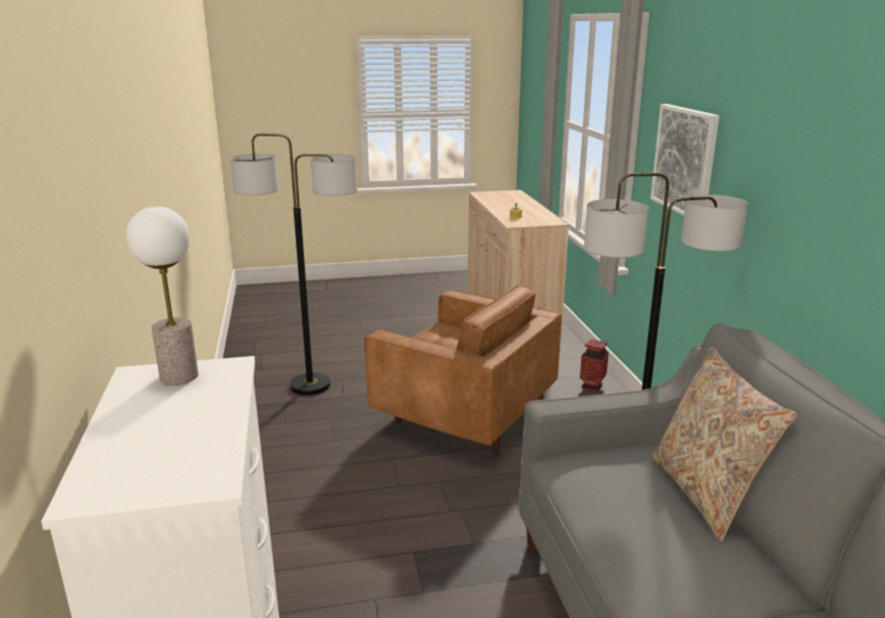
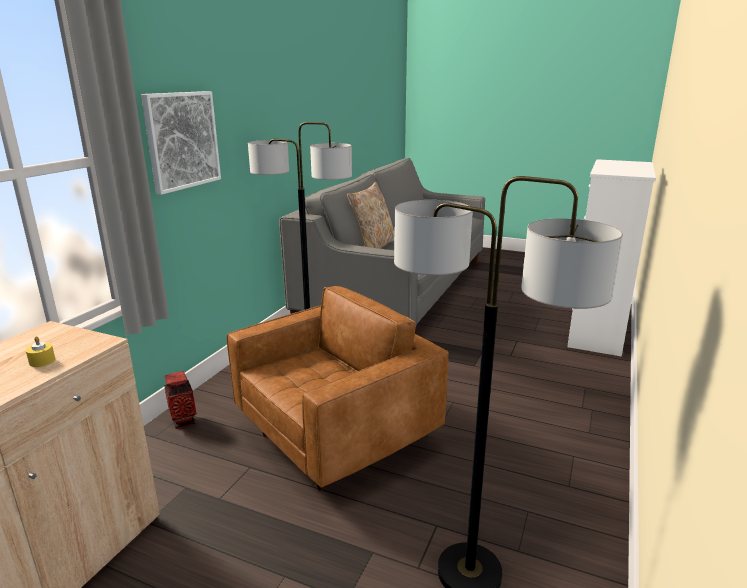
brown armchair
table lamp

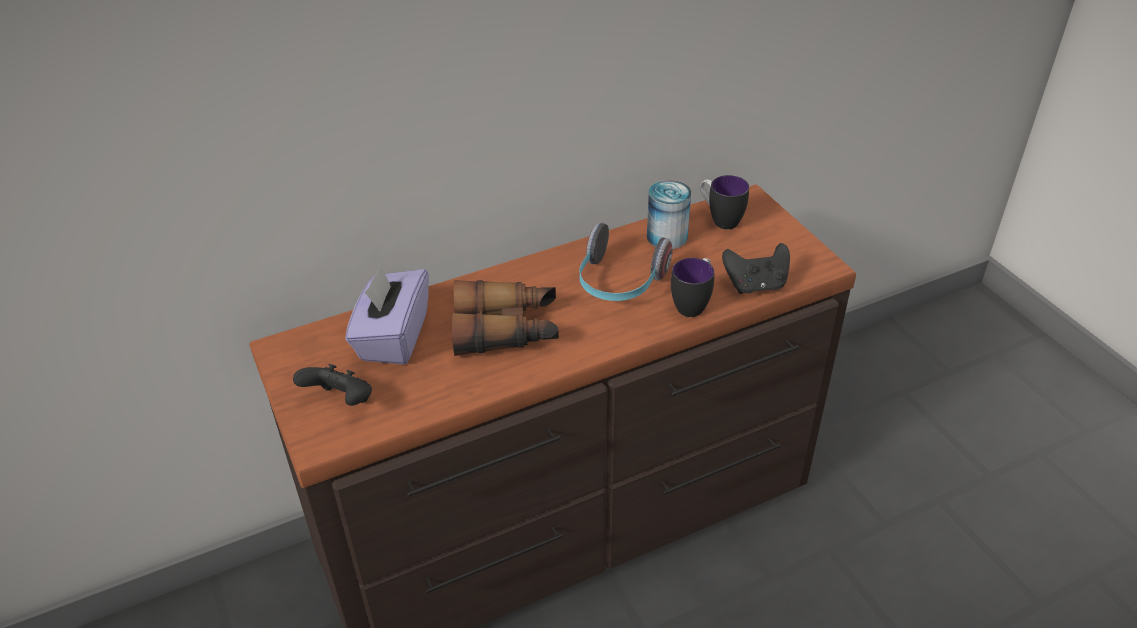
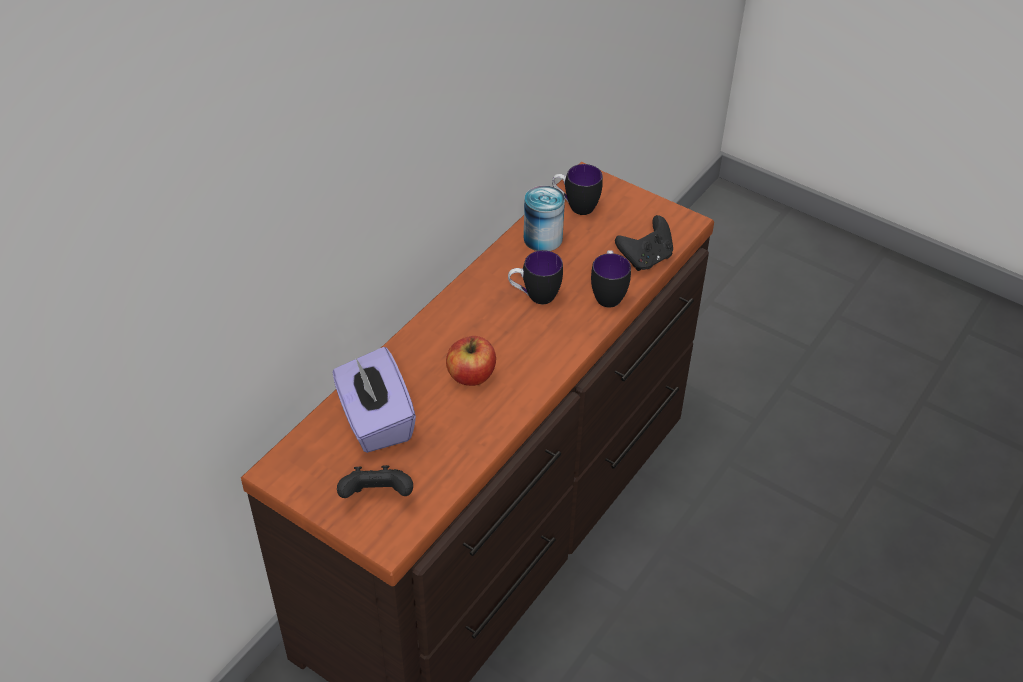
apple
mug (no. 1 from left)

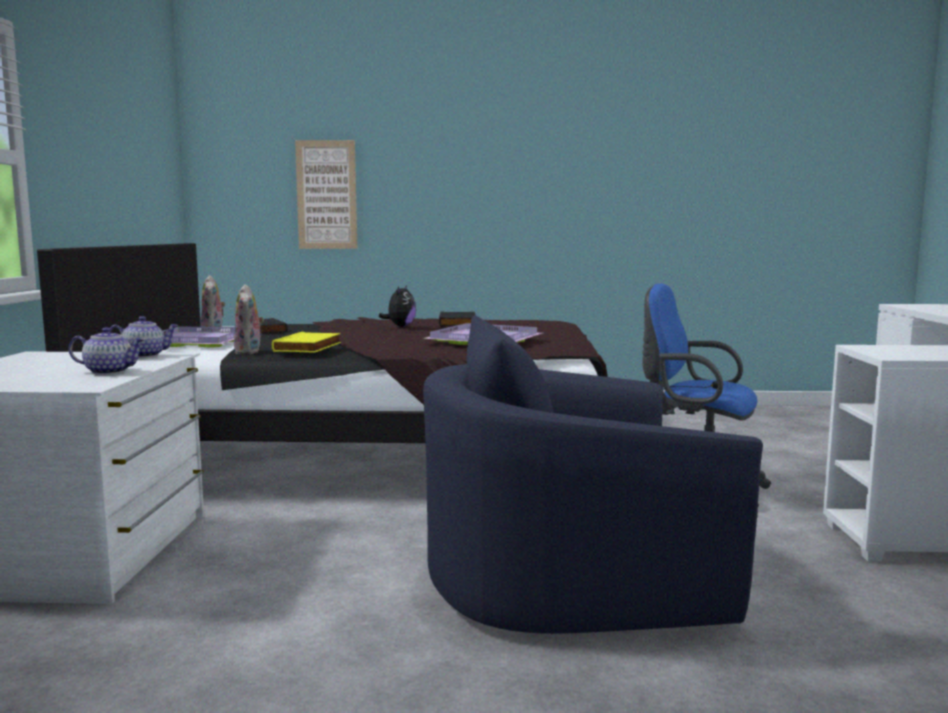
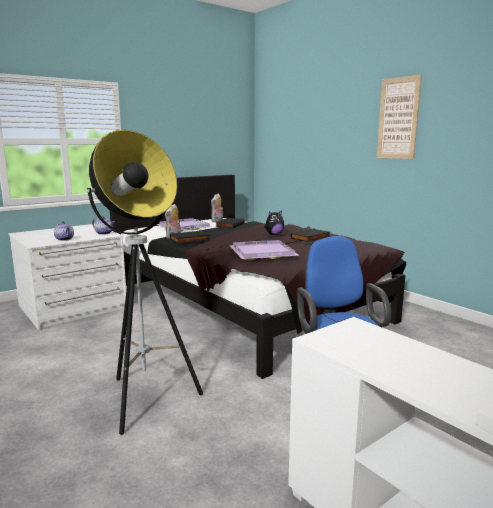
floor lamp
black book (no. 1 from left)
picture

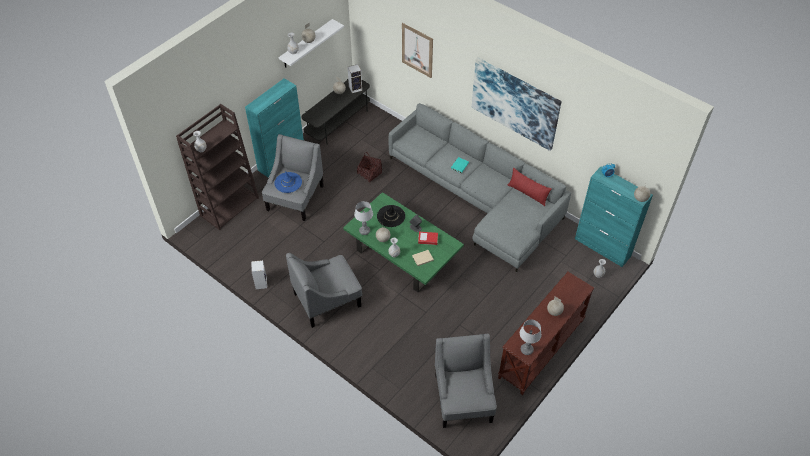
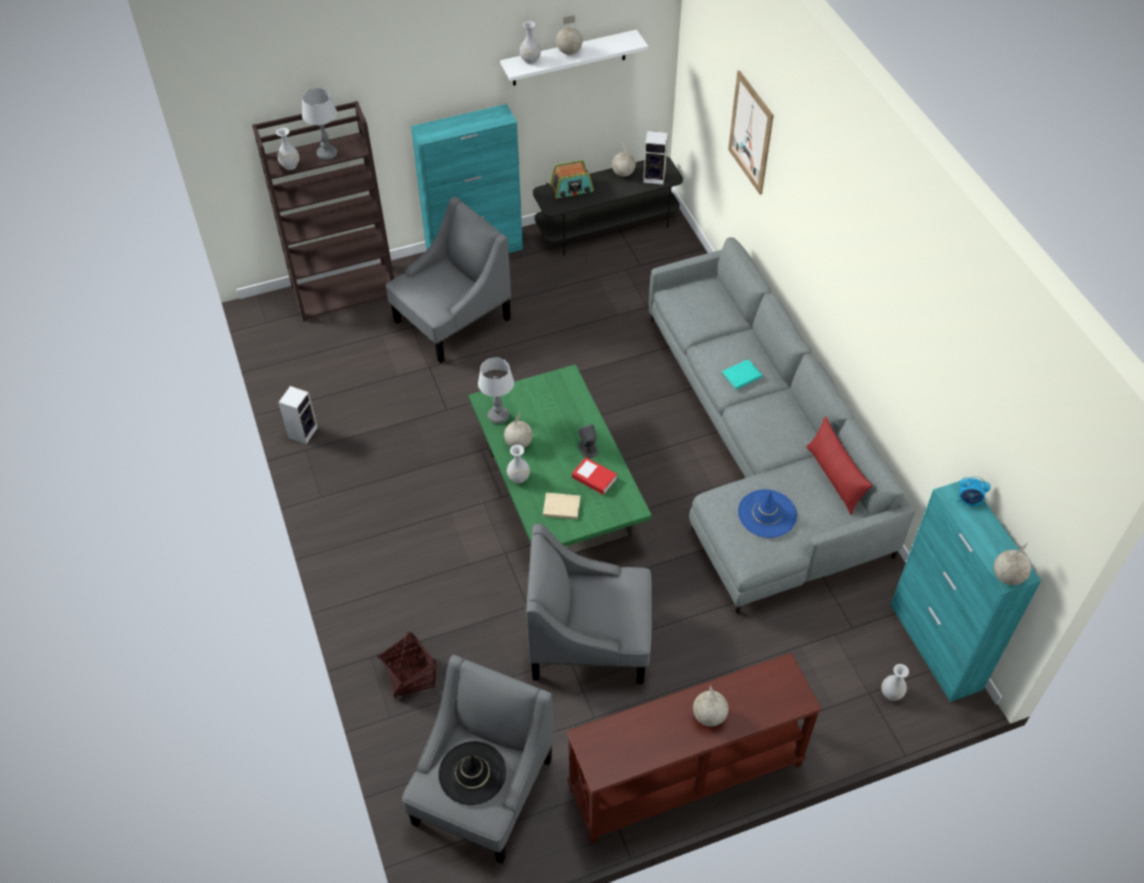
table lamp (no. 1 from left)
basket
black hat
grey armchair (no. 3 from left)
radio
blue hat
picture (no. 2 from left in the first image)

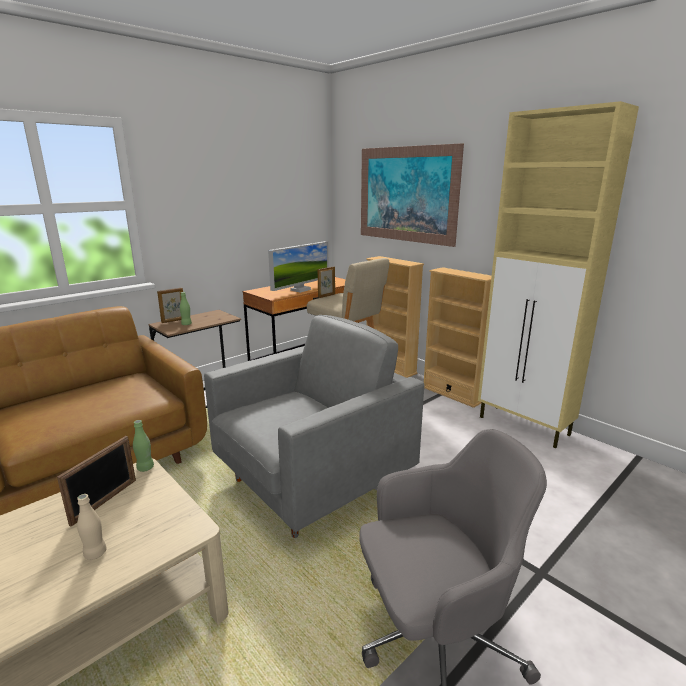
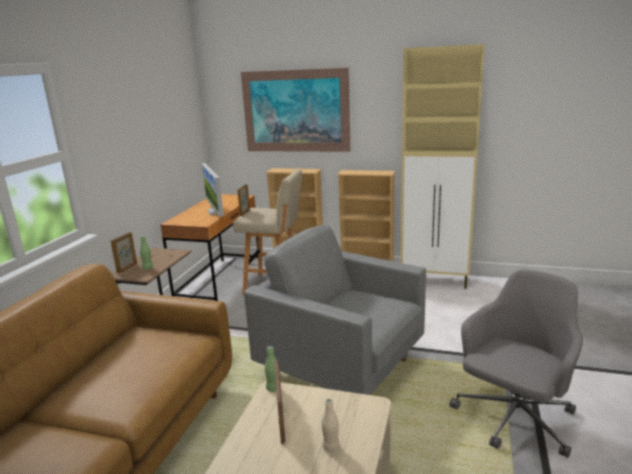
monitor
grey armchair

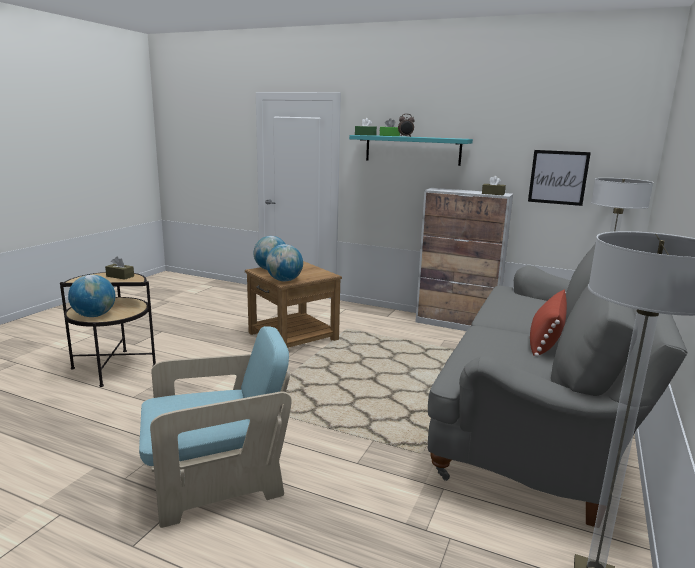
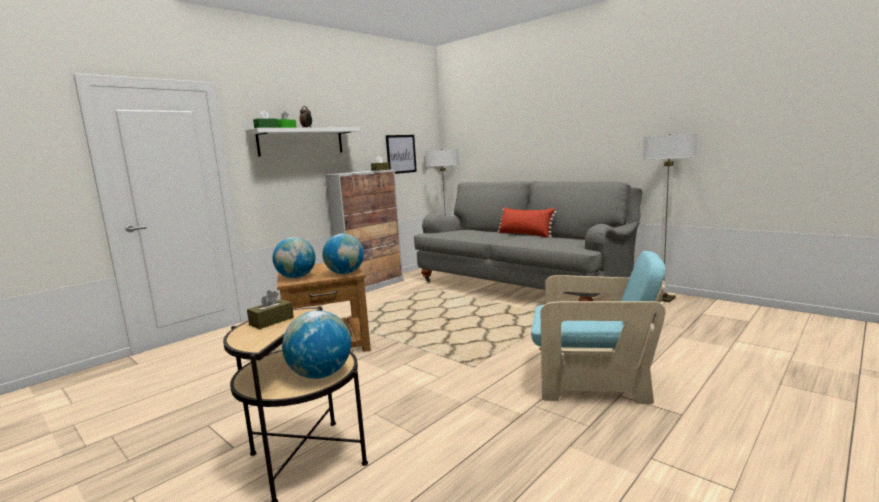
white shelf
turquoise armchair

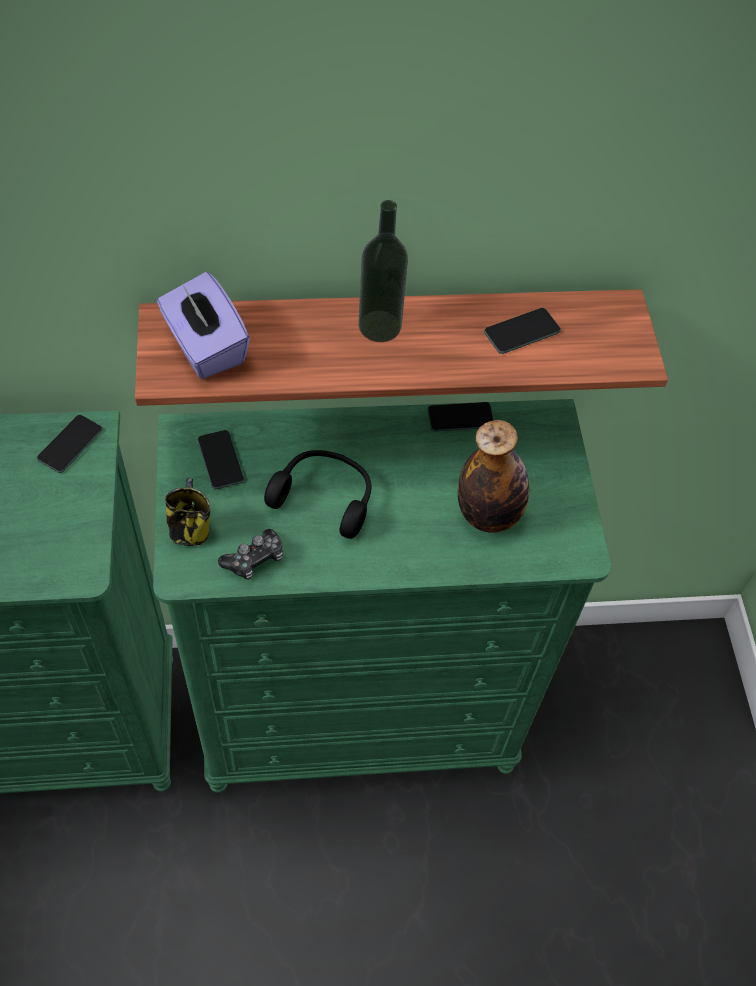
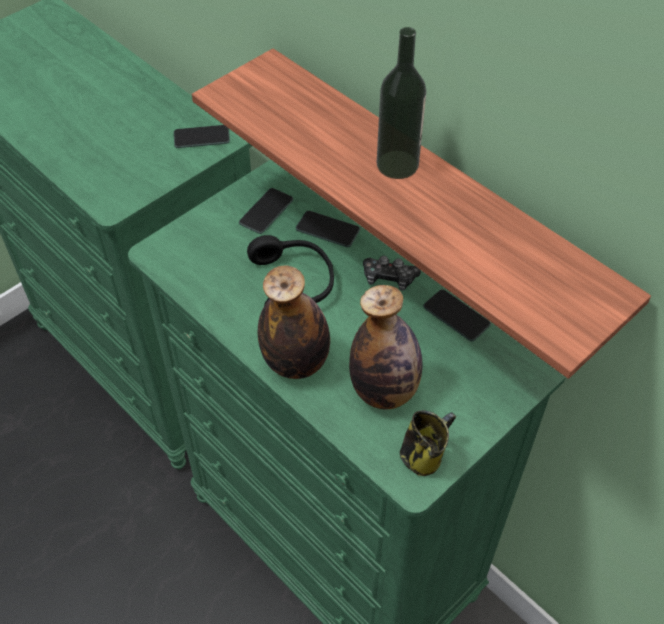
bottle (no. 1 from left)
phone (no. 3 from left)
game controller
mug
purple tissue box

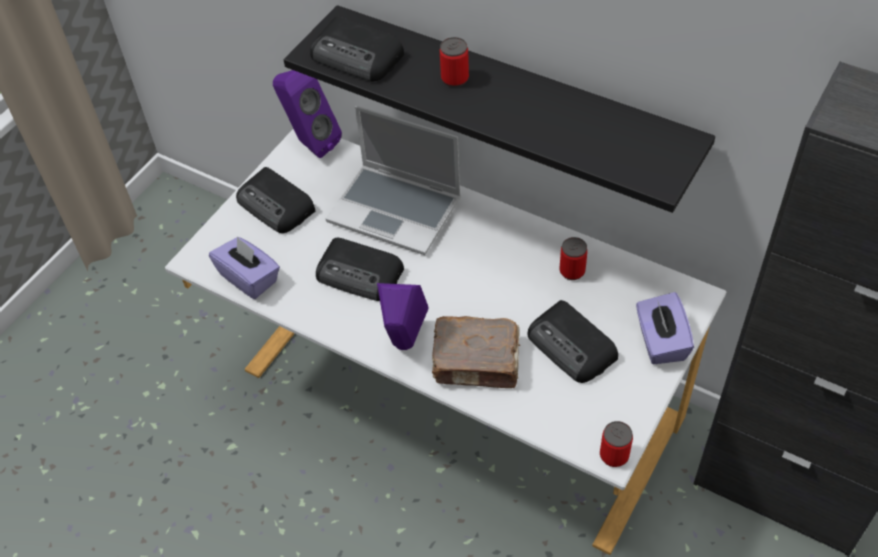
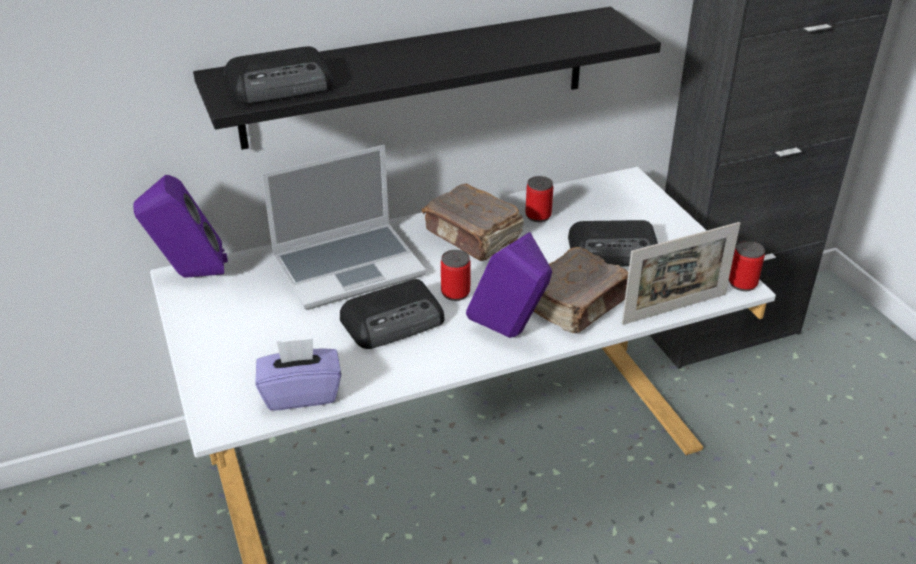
brown book (no. 1 from left)
can (no. 1 from left)
picture frame
radio (no. 1 from left in the first image)
purple tissue box (no. 2 from left in the first image)

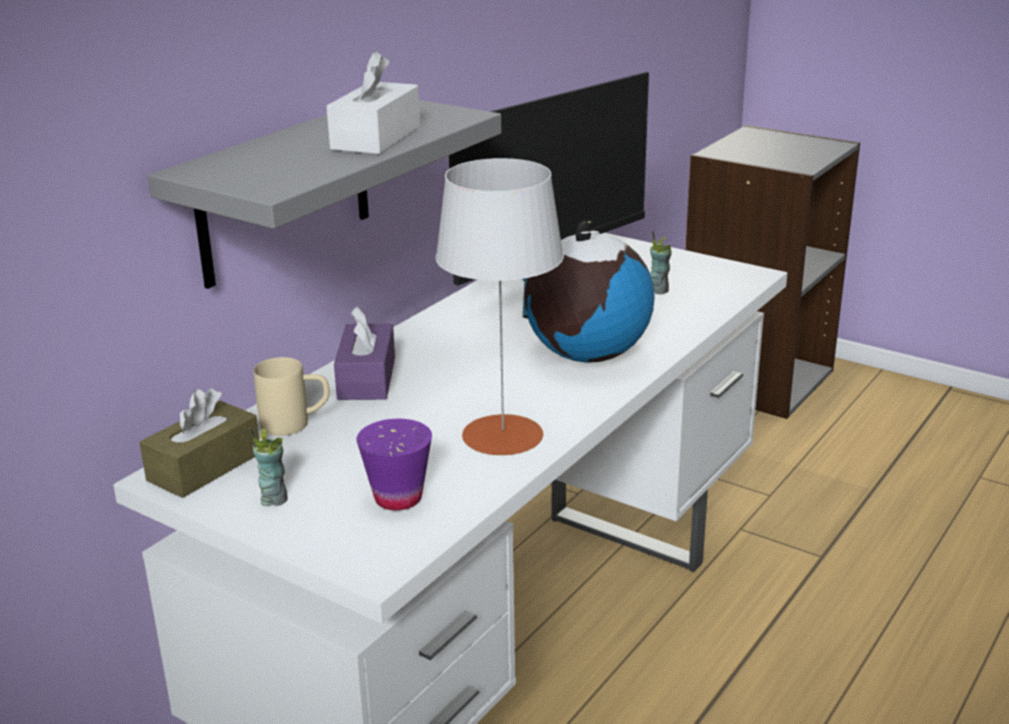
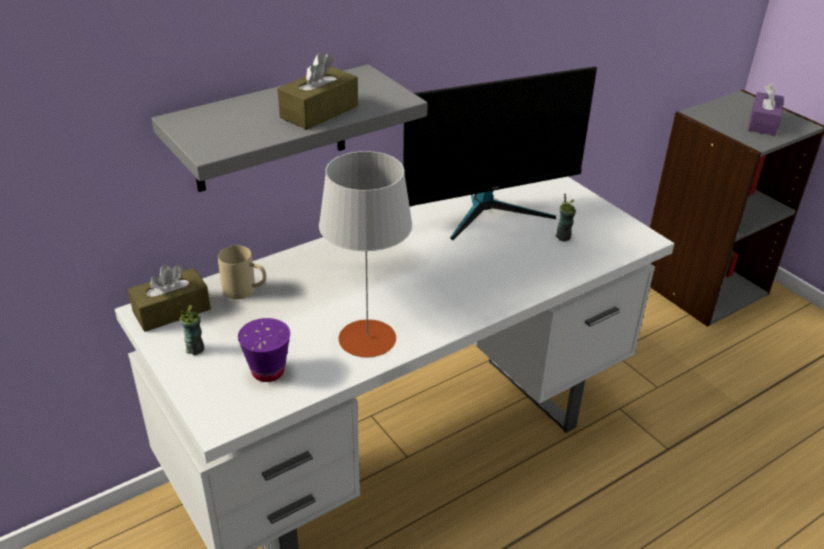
brown tissue box (no. 2 from left)
purple tissue box
globe

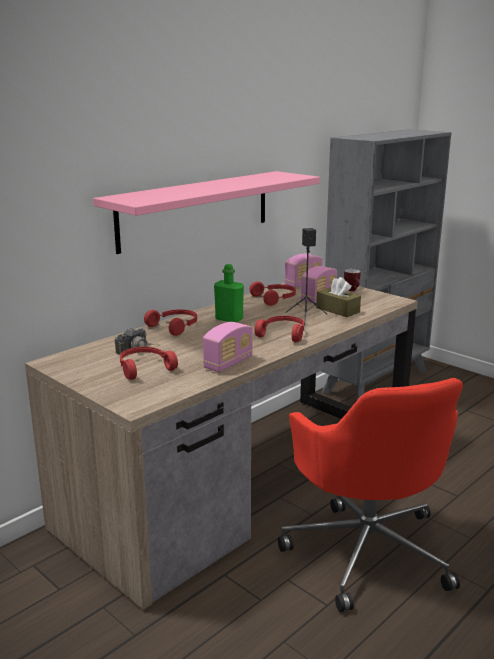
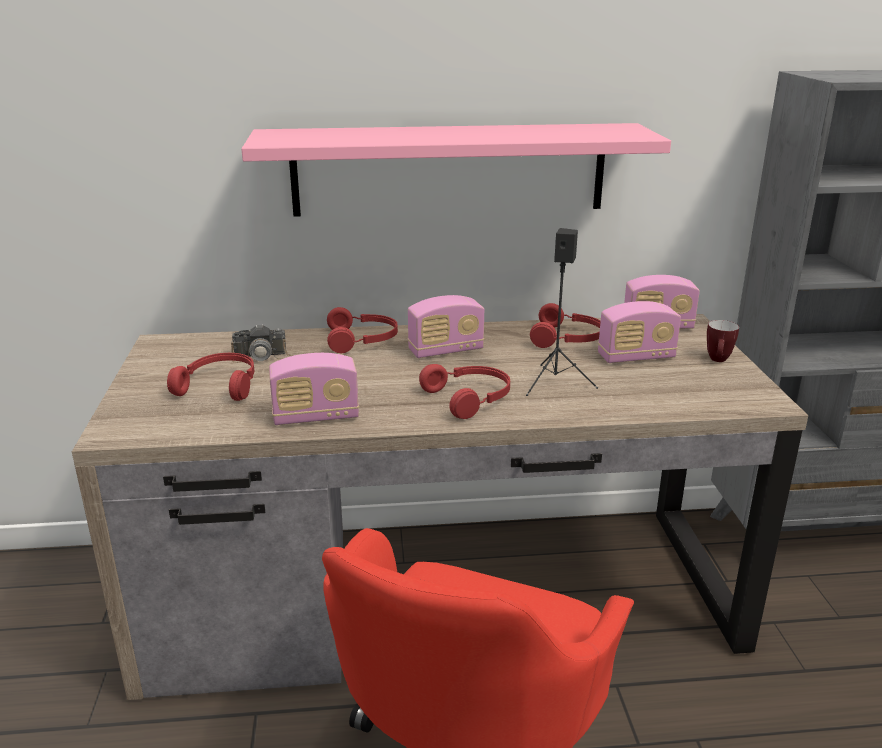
radio (no. 2 from left)
brown tissue box

